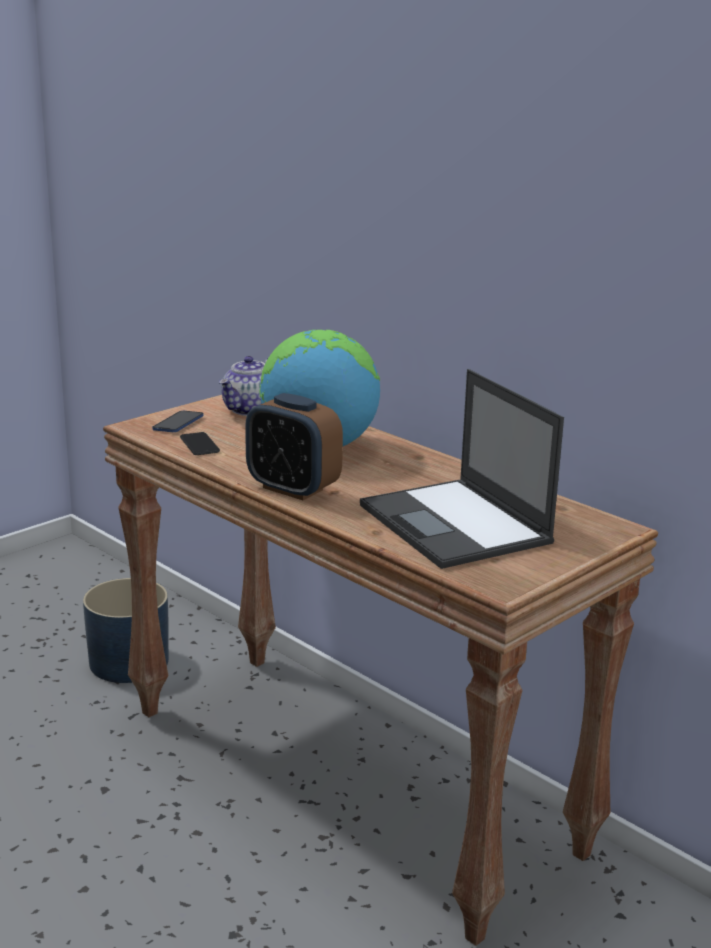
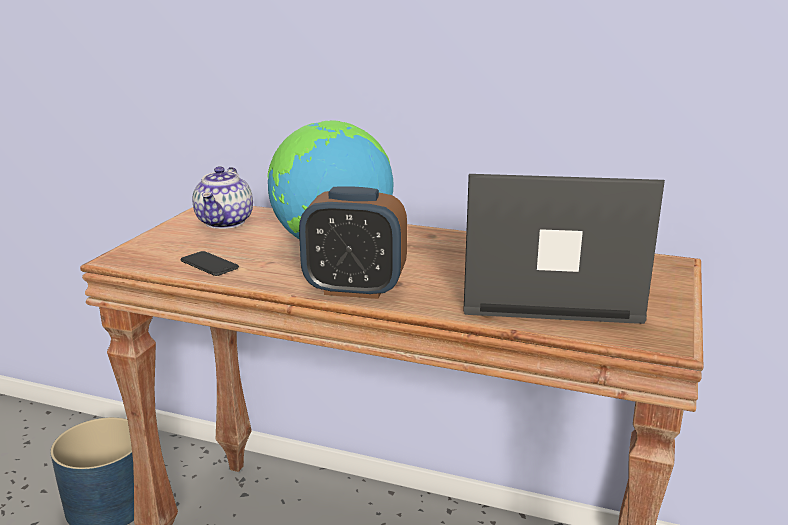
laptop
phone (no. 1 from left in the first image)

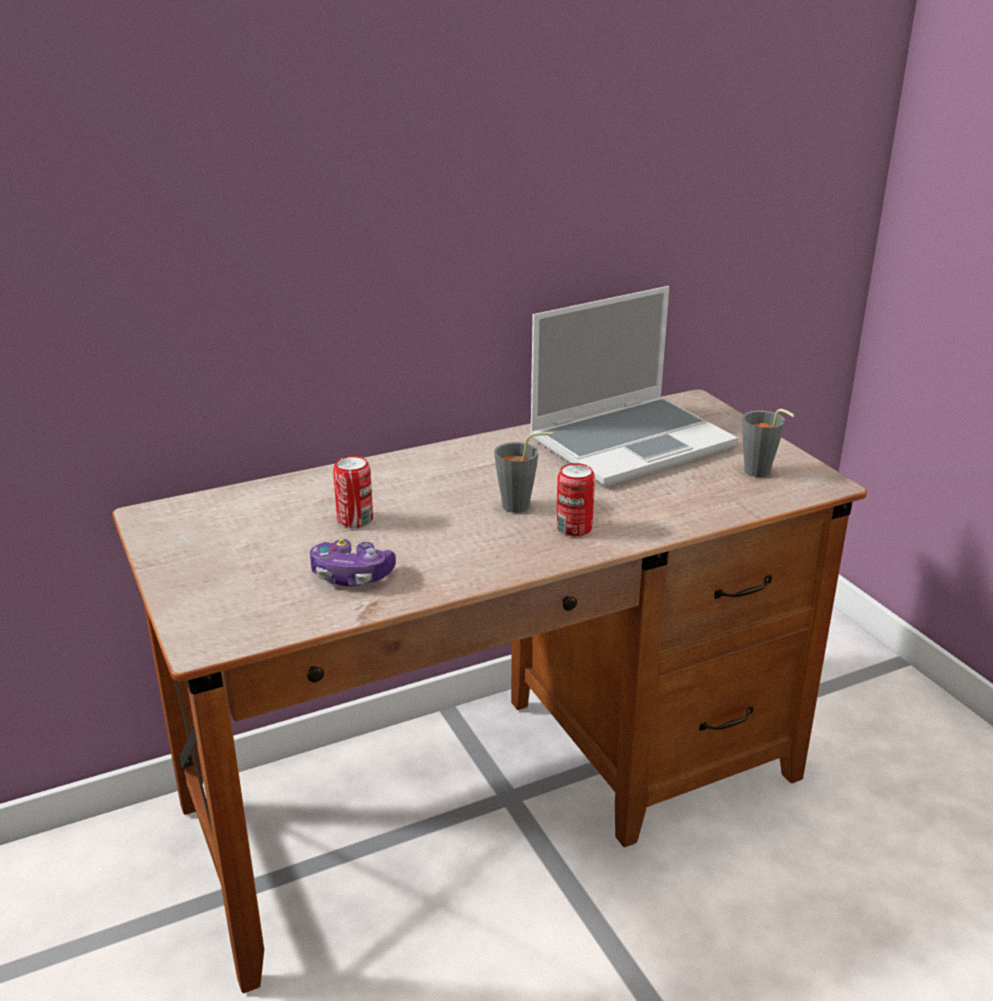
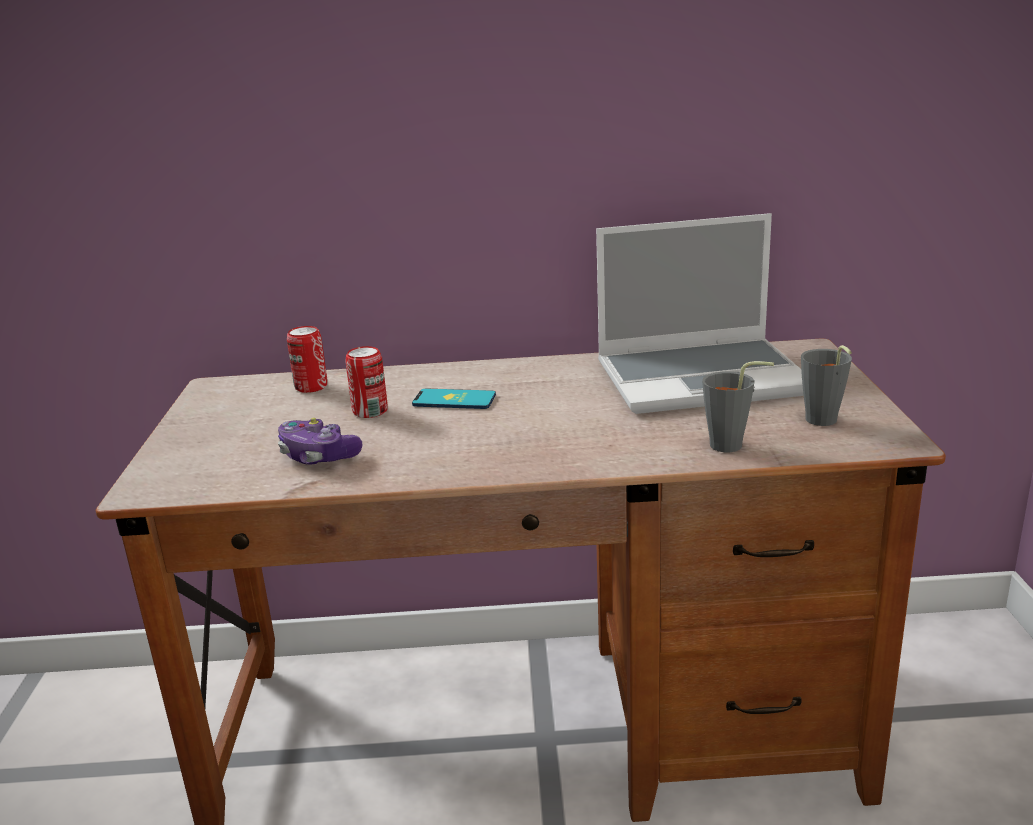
can (no. 1 from left)
phone
grey cup (no. 1 from left)

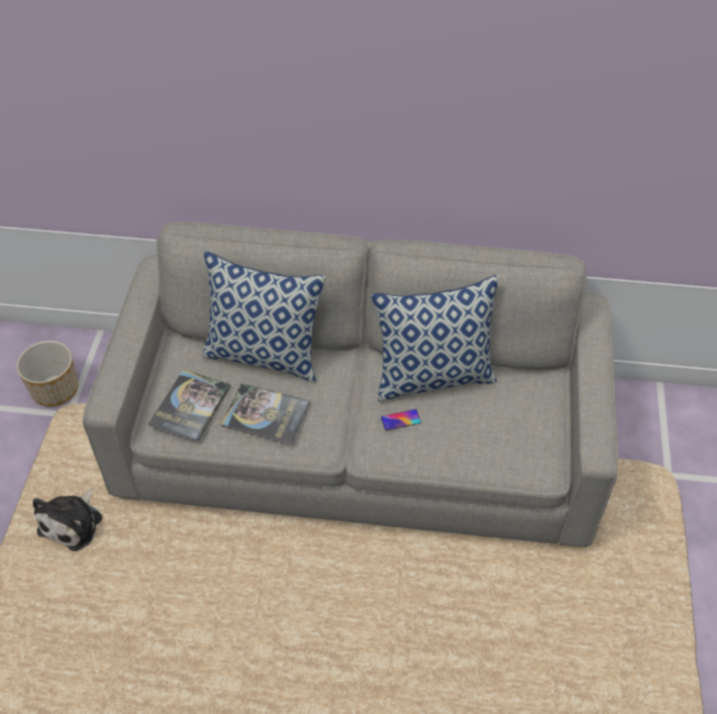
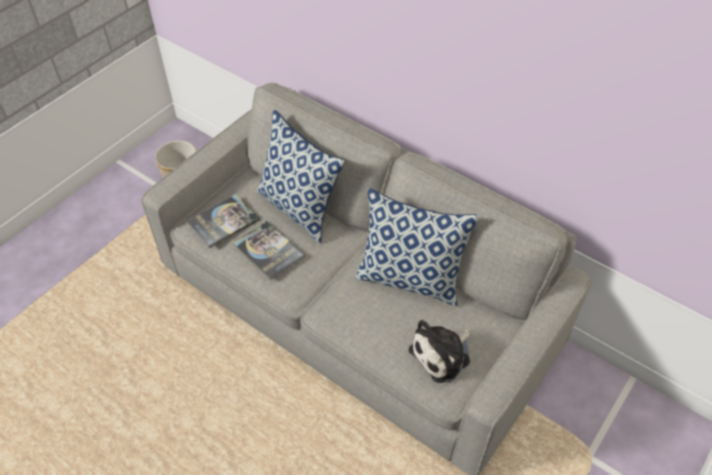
plush toy
phone

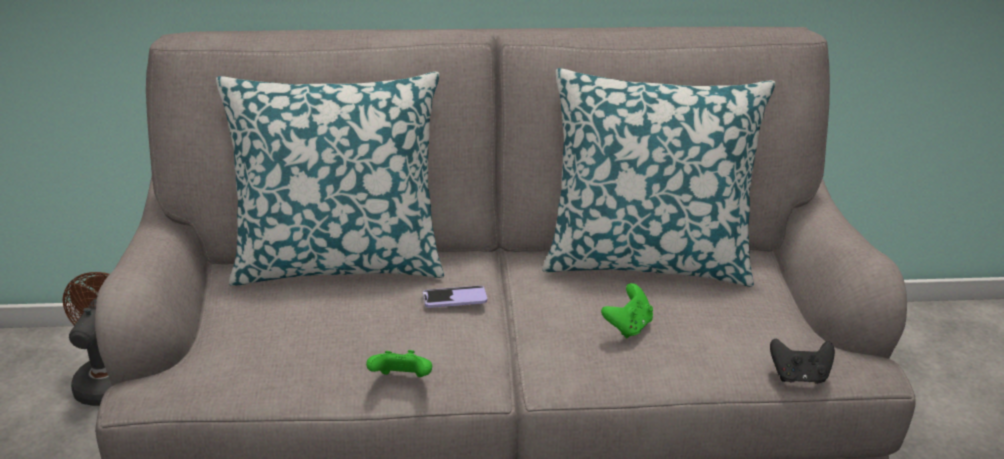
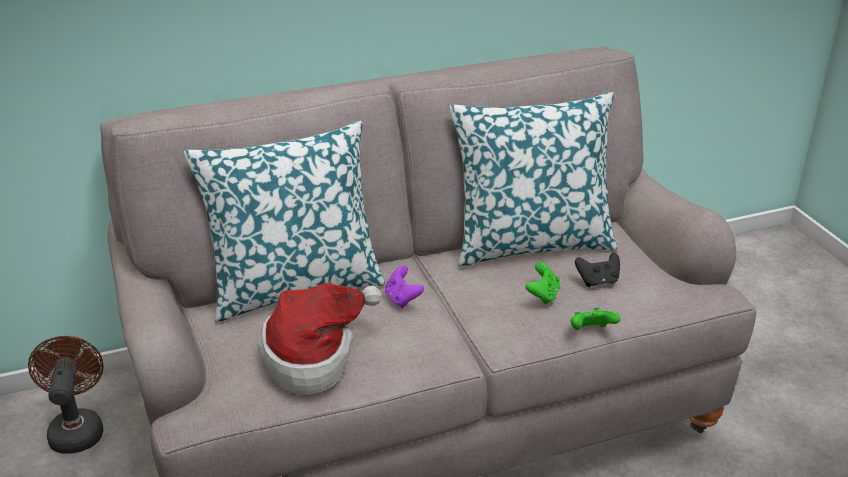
hat
purple game controller
green game controller (no. 2 from left)
black game controller

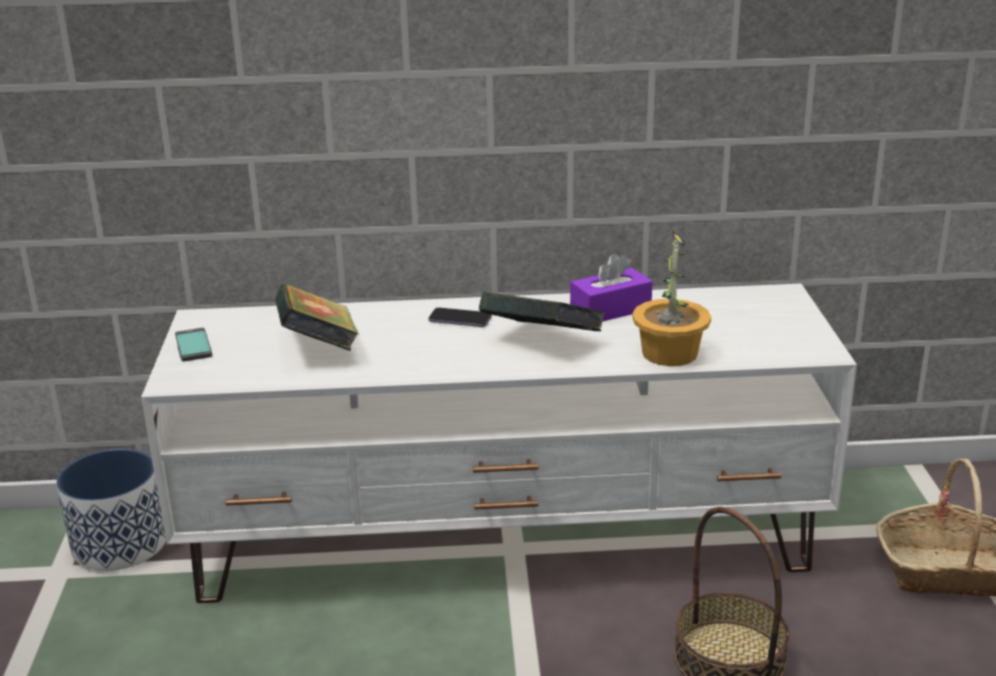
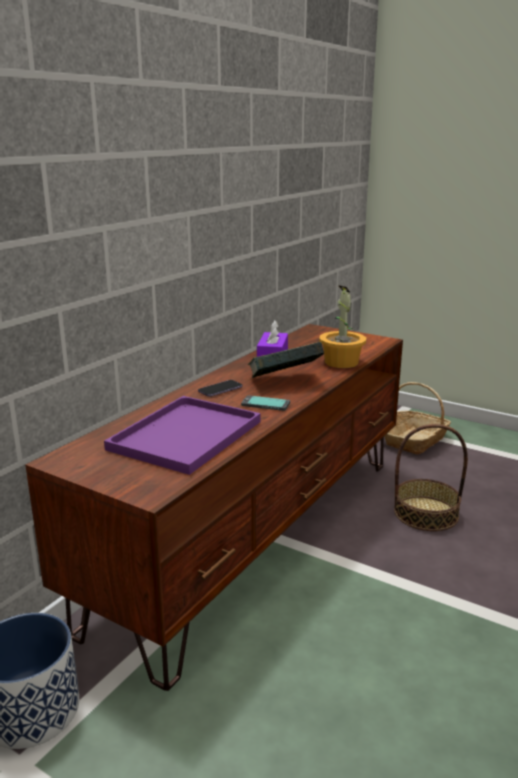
brown tv stand
purple tray
phone (no. 2 from left)

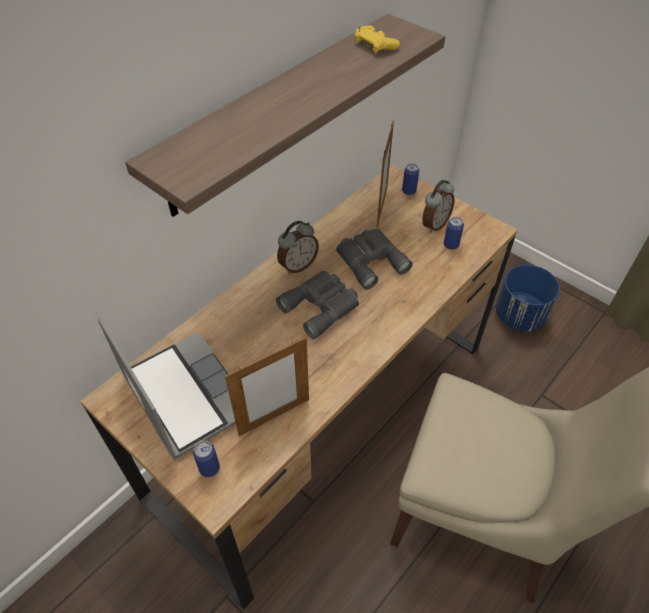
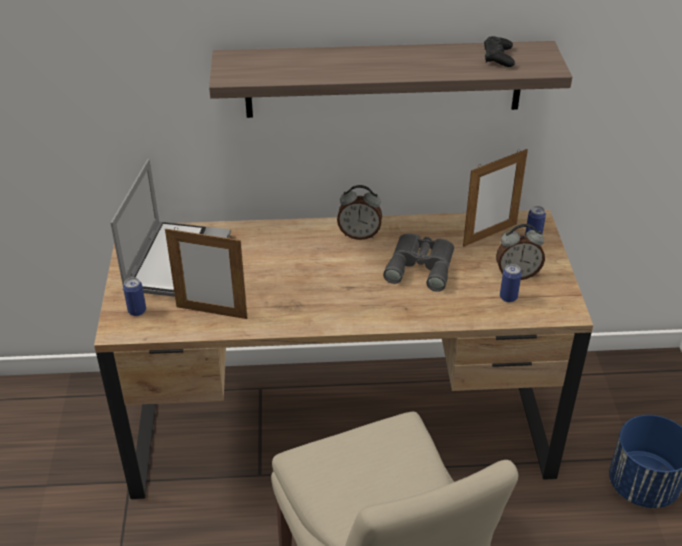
black game controller
grey binoculars (no. 1 from left in the first image)

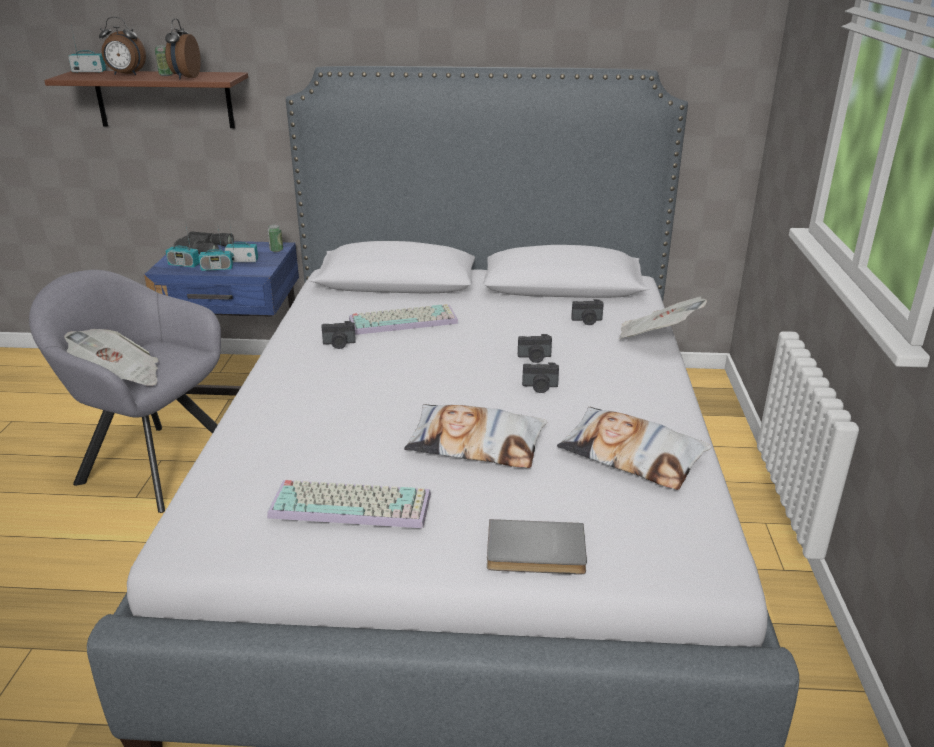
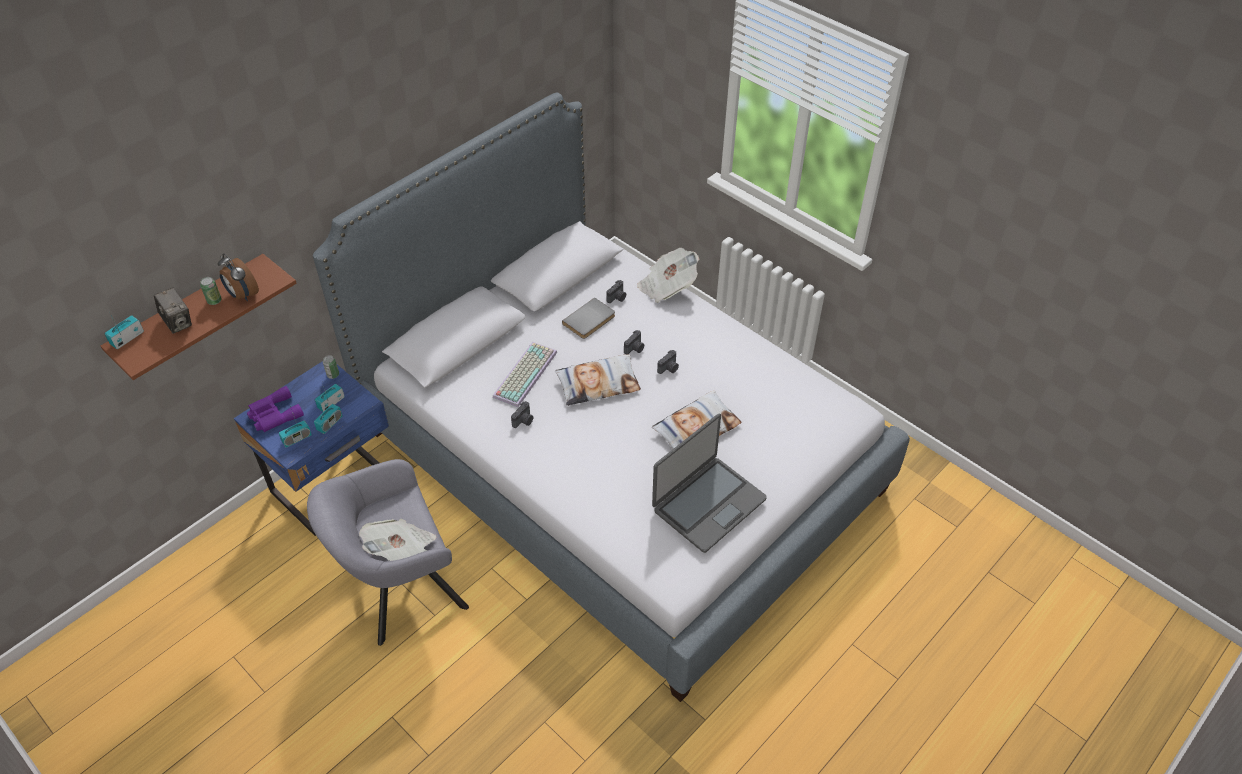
photo camera (no. 1 from left)
purple binoculars
pillow (no. 1 from left)
grey book
laptop

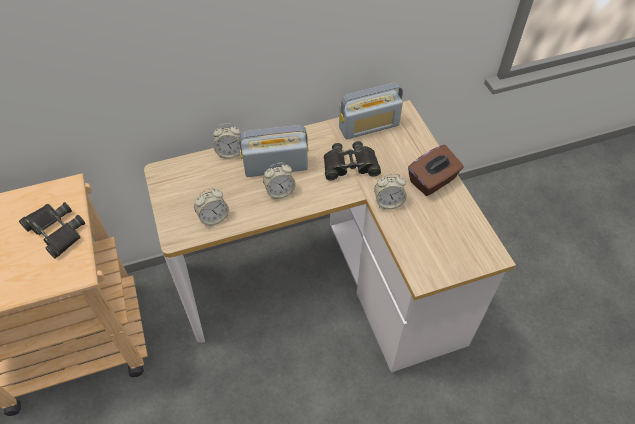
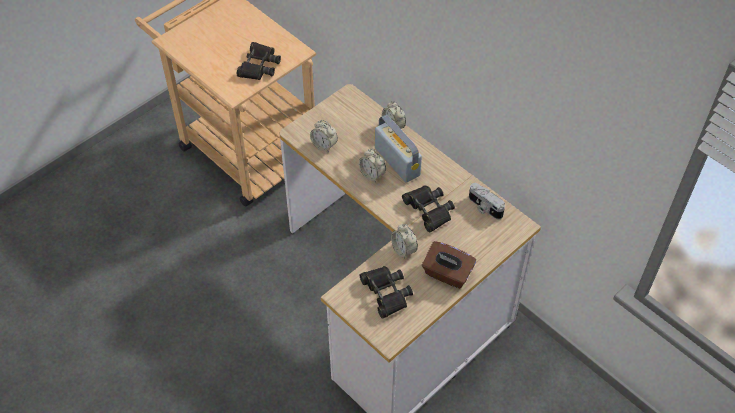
black binoculars (no. 2 from left)
photo camera

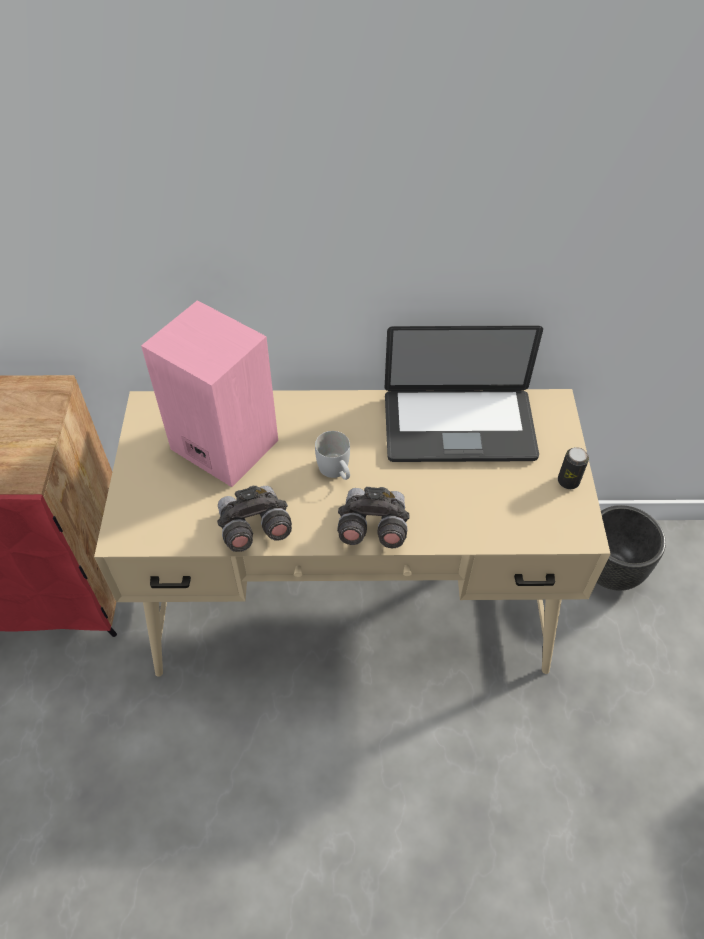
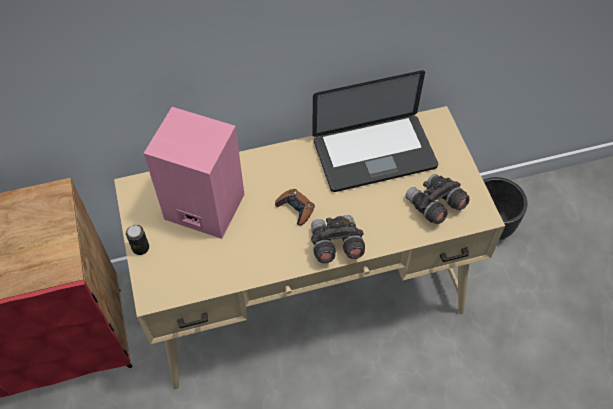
can
brown game controller
grey binoculars (no. 2 from left)

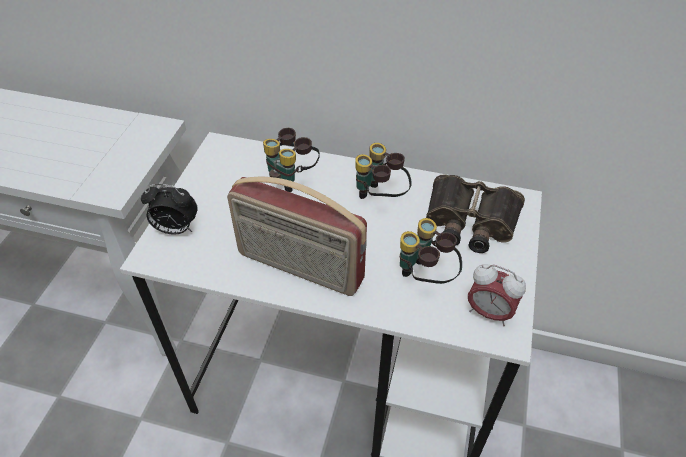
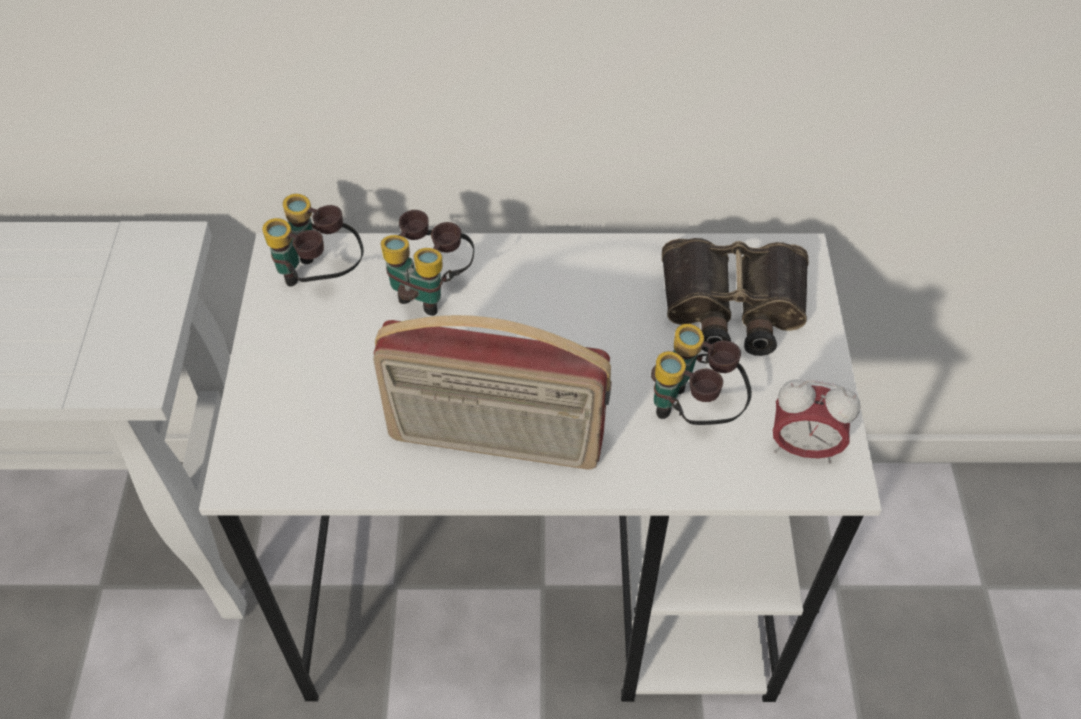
binoculars (no. 1 from left)
alarm clock (no. 1 from left in the first image)

